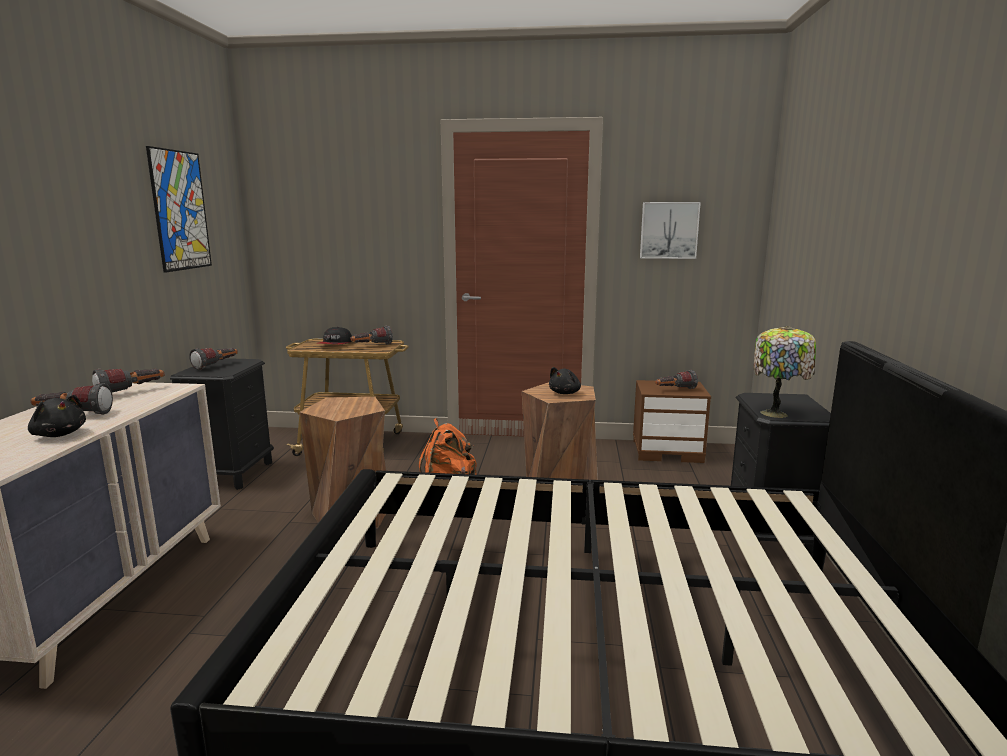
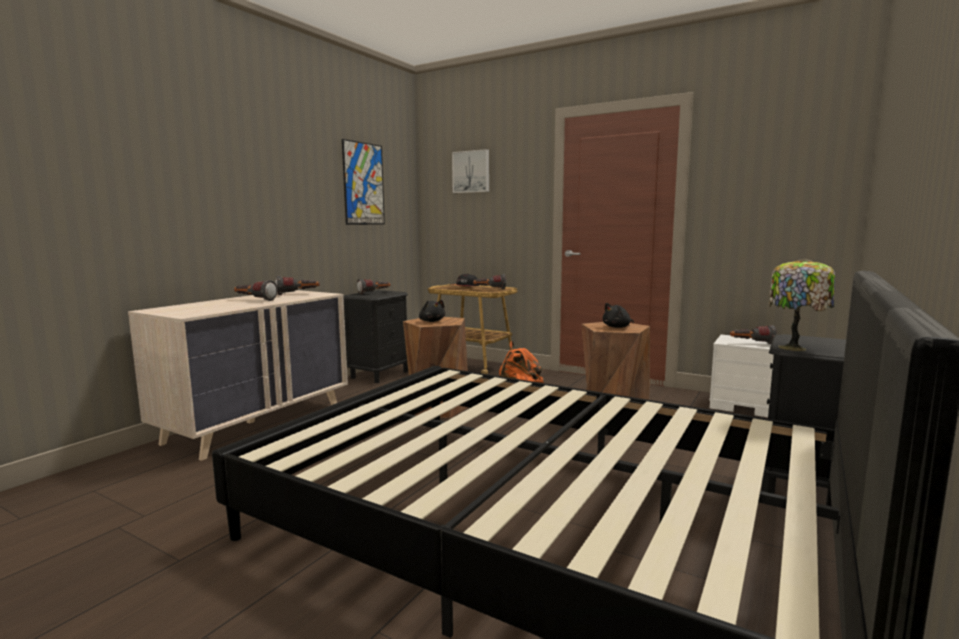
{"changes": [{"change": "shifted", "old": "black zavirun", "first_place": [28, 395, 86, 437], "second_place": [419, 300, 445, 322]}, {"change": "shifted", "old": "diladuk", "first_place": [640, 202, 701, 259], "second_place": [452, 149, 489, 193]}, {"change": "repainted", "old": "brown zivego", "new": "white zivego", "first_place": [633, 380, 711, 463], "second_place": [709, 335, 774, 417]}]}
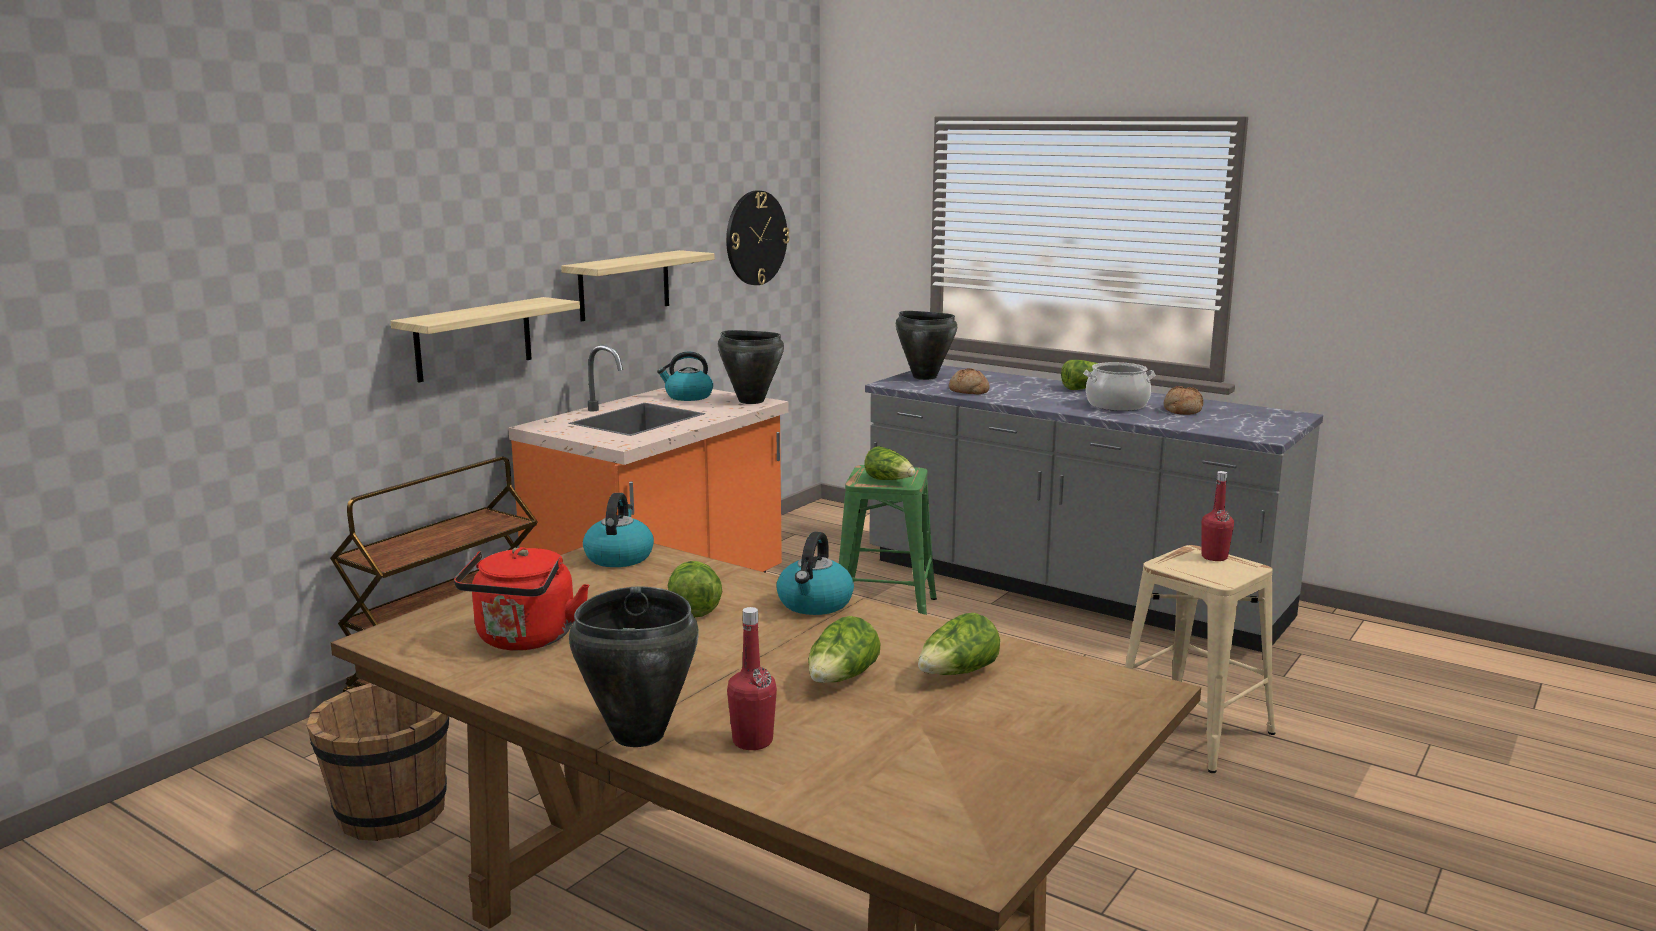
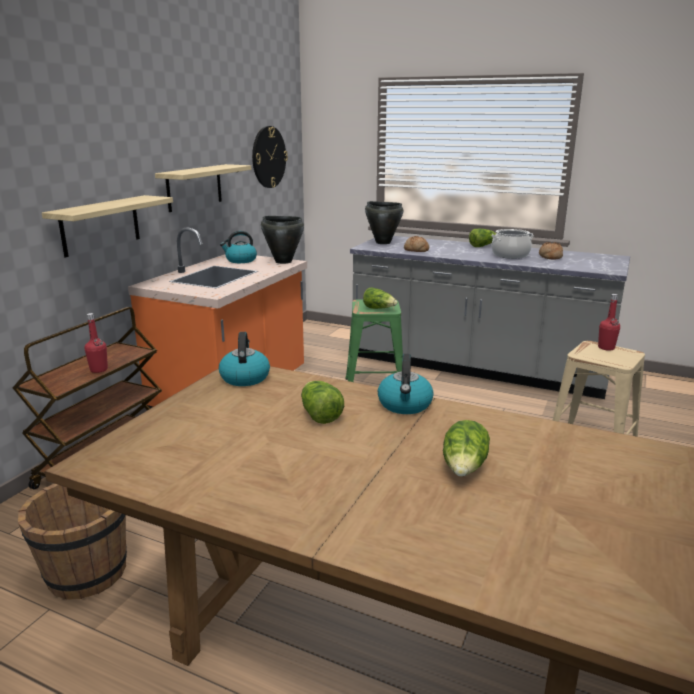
{"changes": [{"change": "gone", "old": "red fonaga", "first_place": [454, 547, 589, 650]}, {"change": "gone", "old": "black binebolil", "first_place": [569, 586, 699, 747]}, {"change": "gone", "old": "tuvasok", "first_place": [918, 613, 1000, 675]}, {"change": "shifted", "old": "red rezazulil", "first_place": [727, 607, 777, 750], "second_place": [84, 313, 108, 373]}]}
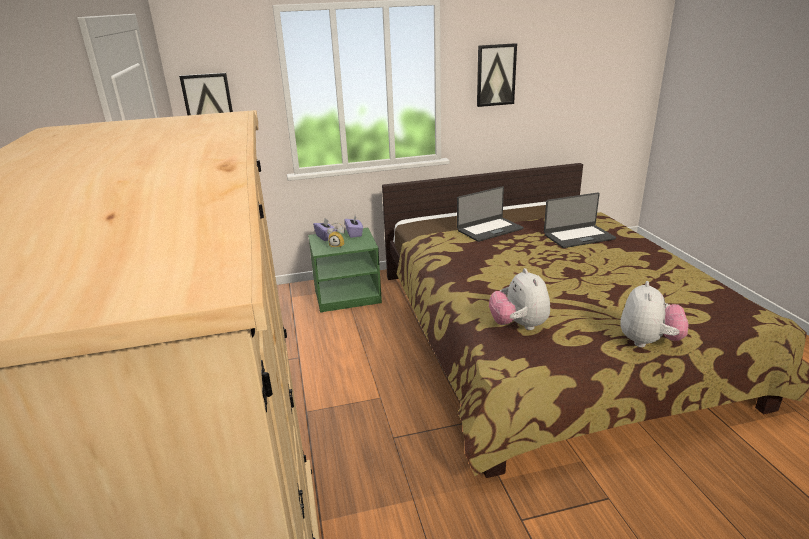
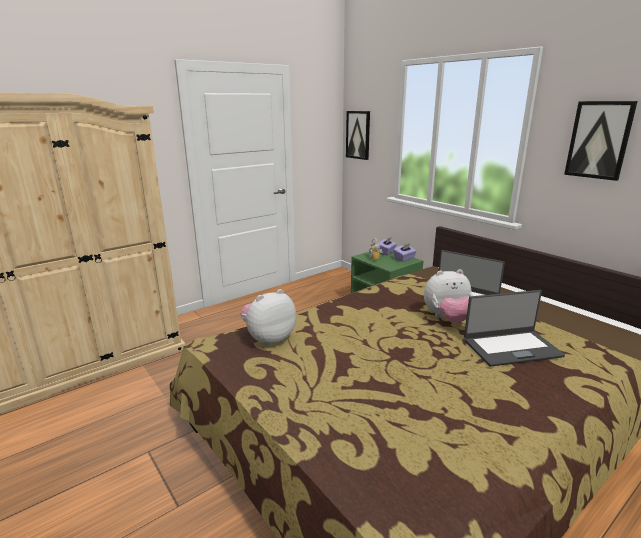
{"changes": [{"change": "shifted", "old": "zavirun", "first_place": [621, 281, 688, 347], "second_place": [424, 269, 473, 323]}, {"change": "rotated", "old": "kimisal", "first_place": [544, 193, 616, 248], "second_place": [464, 290, 565, 367], "degrees": -60}]}
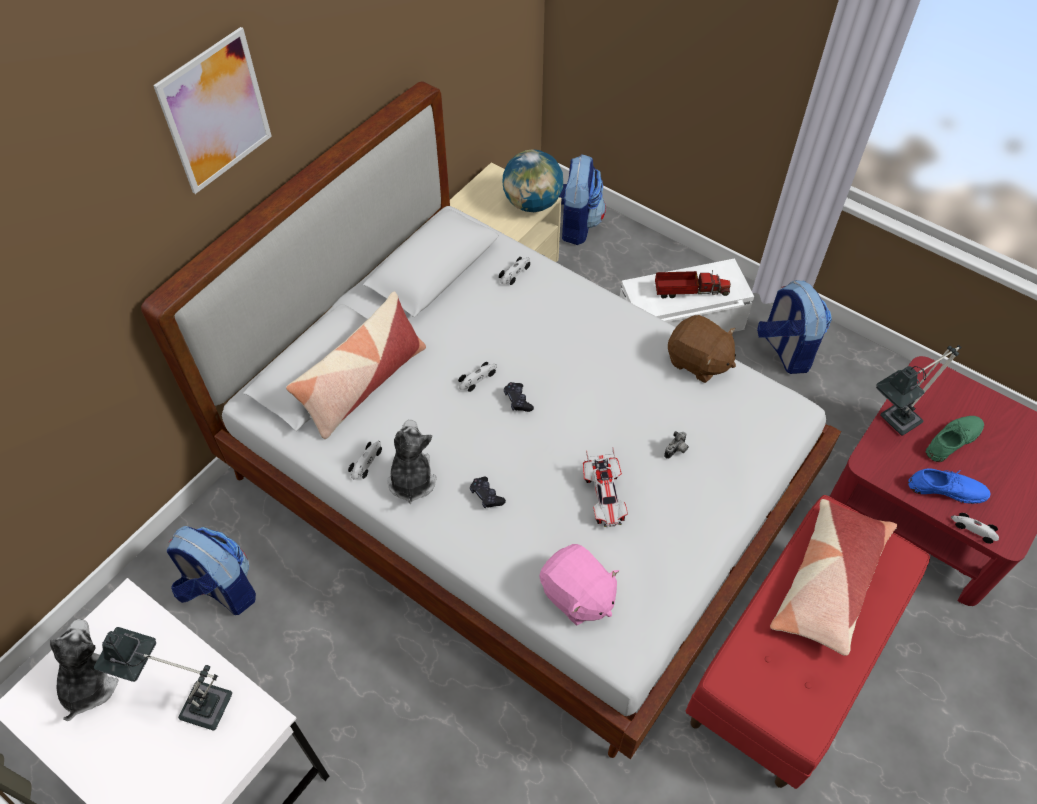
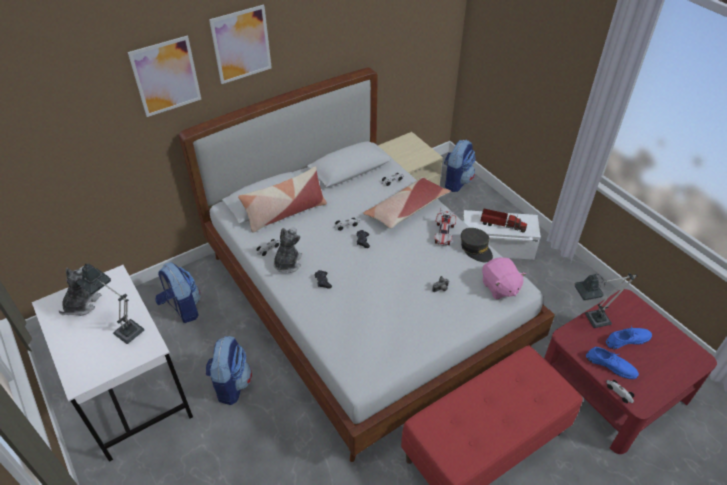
{"changes": [{"change": "gone", "old": "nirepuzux", "first_place": [502, 149, 563, 212]}, {"change": "new", "new": "diladuk", "second_place": [128, 36, 201, 117]}, {"change": "shifted", "old": "pink zavirun", "first_place": [539, 544, 619, 626], "second_place": [482, 257, 526, 299]}, {"change": "shifted", "old": "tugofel", "first_place": [583, 448, 628, 527], "second_place": [434, 207, 456, 246]}, {"change": "shifted", "old": "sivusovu", "first_place": [757, 280, 832, 374], "second_place": [205, 336, 252, 405]}, {"change": "shifted", "old": "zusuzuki", "first_place": [770, 499, 897, 656], "second_place": [363, 177, 451, 228]}, {"change": "swapped", "old": "brown zavirun", "new": "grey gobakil", "first_place": [668, 315, 736, 383], "second_place": [461, 228, 493, 262]}, {"change": "repainted", "old": "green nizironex", "new": "blue nizironex", "first_place": [926, 416, 984, 462], "second_place": [606, 327, 652, 349]}]}
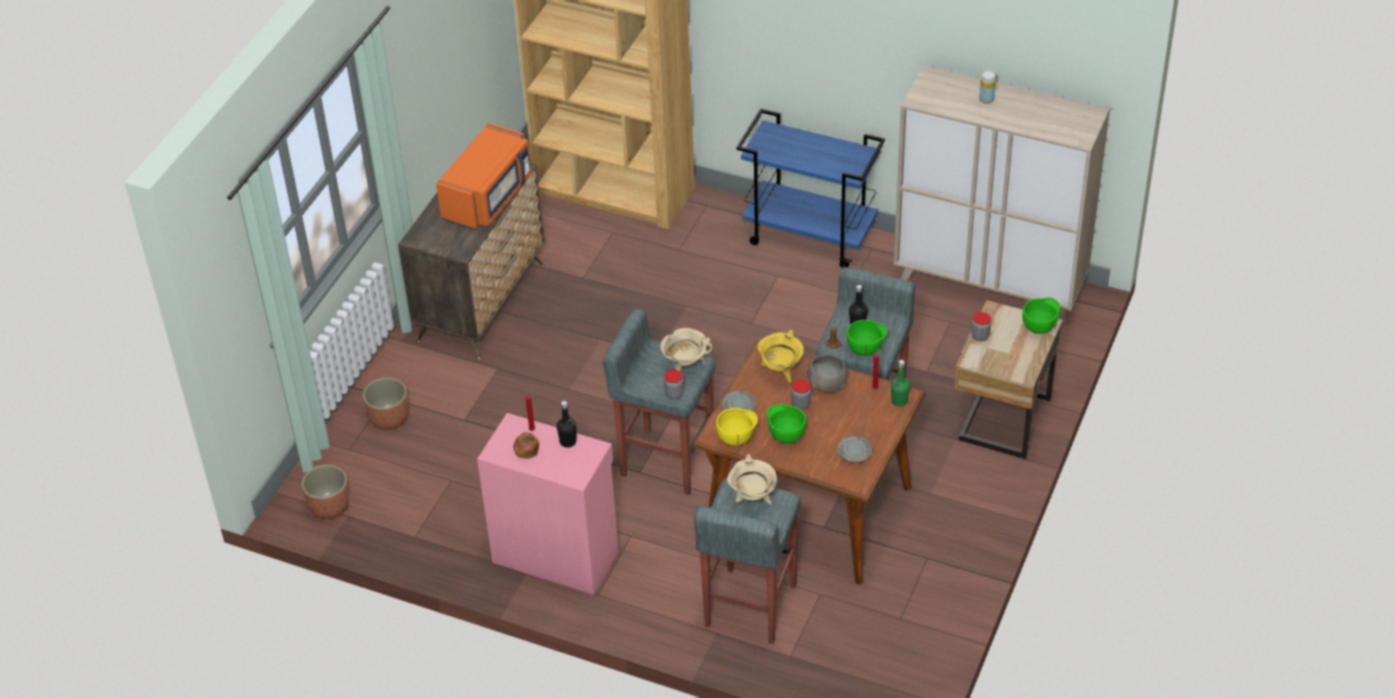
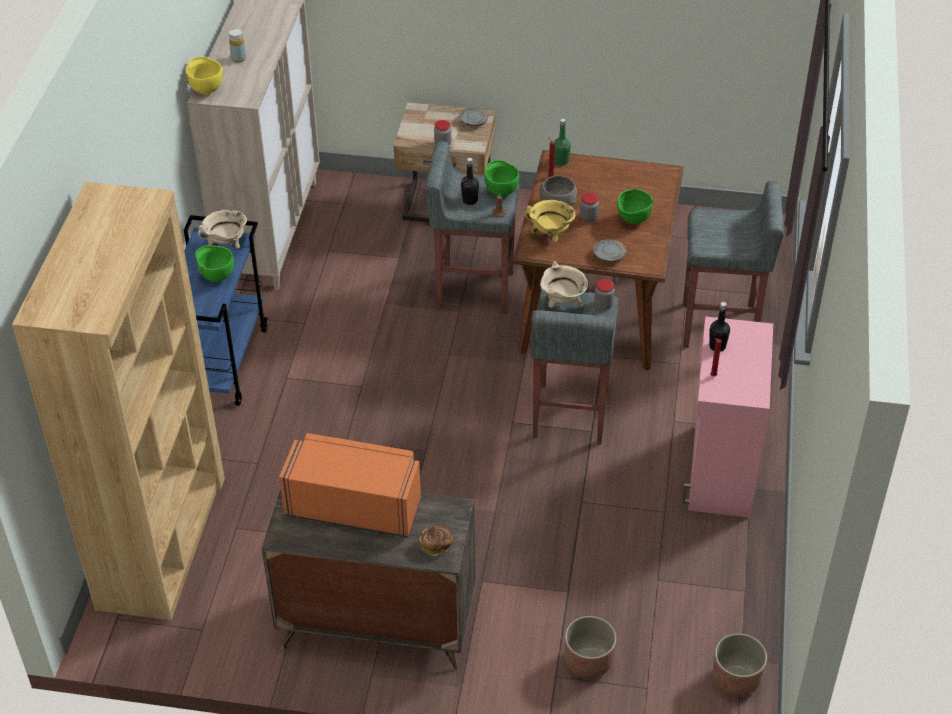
{"changes": [{"change": "shifted", "old": "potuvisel", "first_place": [513, 432, 539, 459], "second_place": [418, 525, 454, 556]}, {"change": "shifted", "old": "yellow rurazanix", "first_place": [716, 408, 758, 446], "second_place": [186, 56, 223, 95]}, {"change": "shifted", "old": "beige binebolil", "first_place": [727, 454, 777, 505], "second_place": [198, 209, 247, 249]}, {"change": "shifted", "old": "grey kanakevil", "first_place": [838, 436, 872, 463], "second_place": [459, 107, 489, 127]}, {"change": "shifted", "old": "green rurazanix", "first_place": [1022, 298, 1061, 334], "second_place": [195, 245, 234, 282]}]}
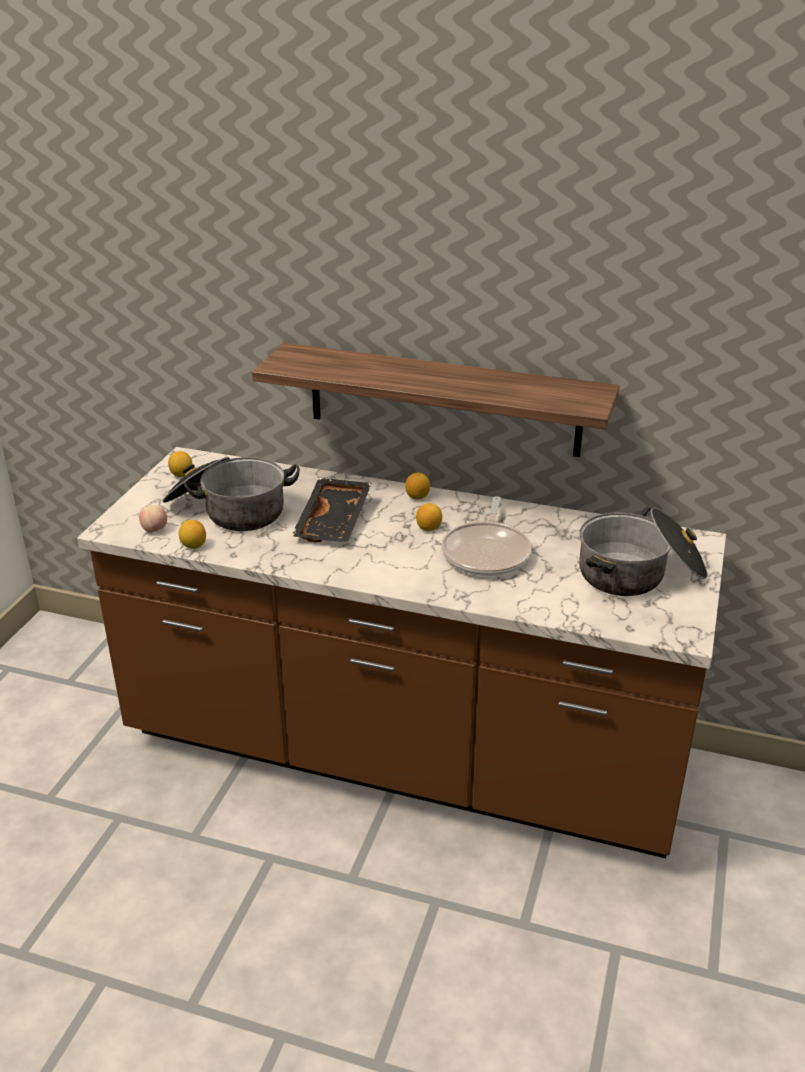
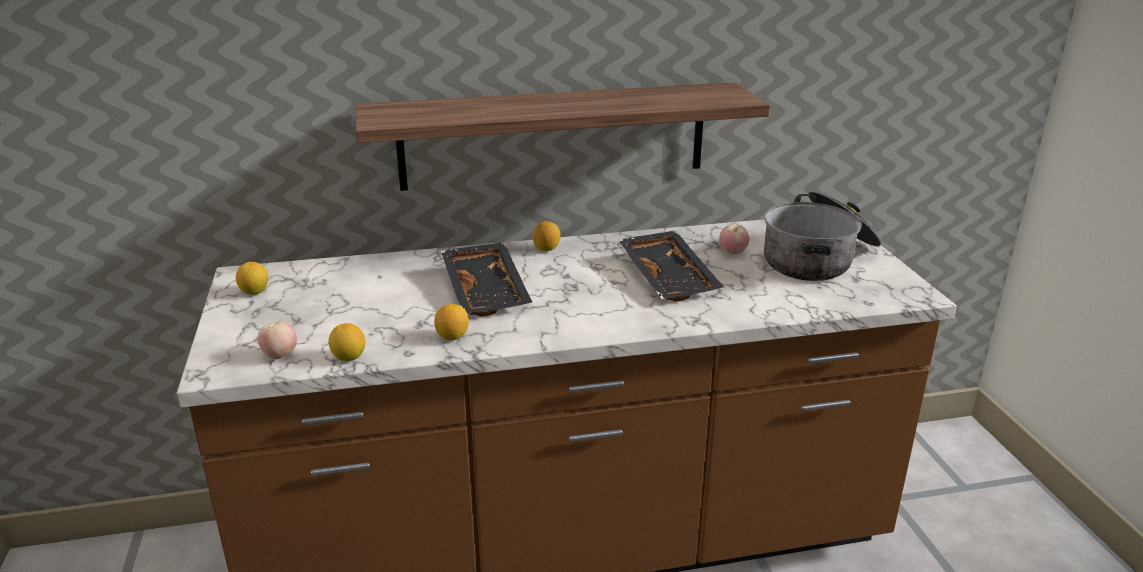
{"changes": [{"change": "gone", "old": "binebolil", "first_place": [162, 457, 300, 531]}, {"change": "new", "new": "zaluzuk", "second_place": [719, 224, 749, 254]}, {"change": "shifted", "old": "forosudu", "first_place": [416, 503, 442, 531], "second_place": [434, 304, 469, 340]}, {"change": "swapped", "old": "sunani", "new": "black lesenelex", "first_place": [441, 496, 532, 576], "second_place": [619, 230, 724, 302]}]}
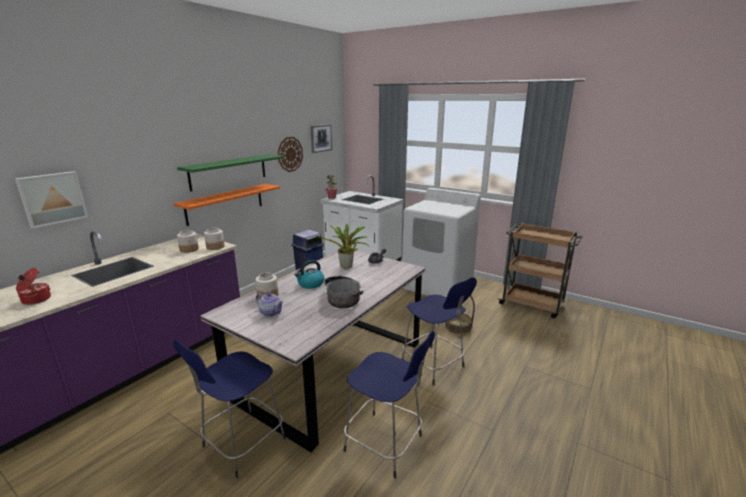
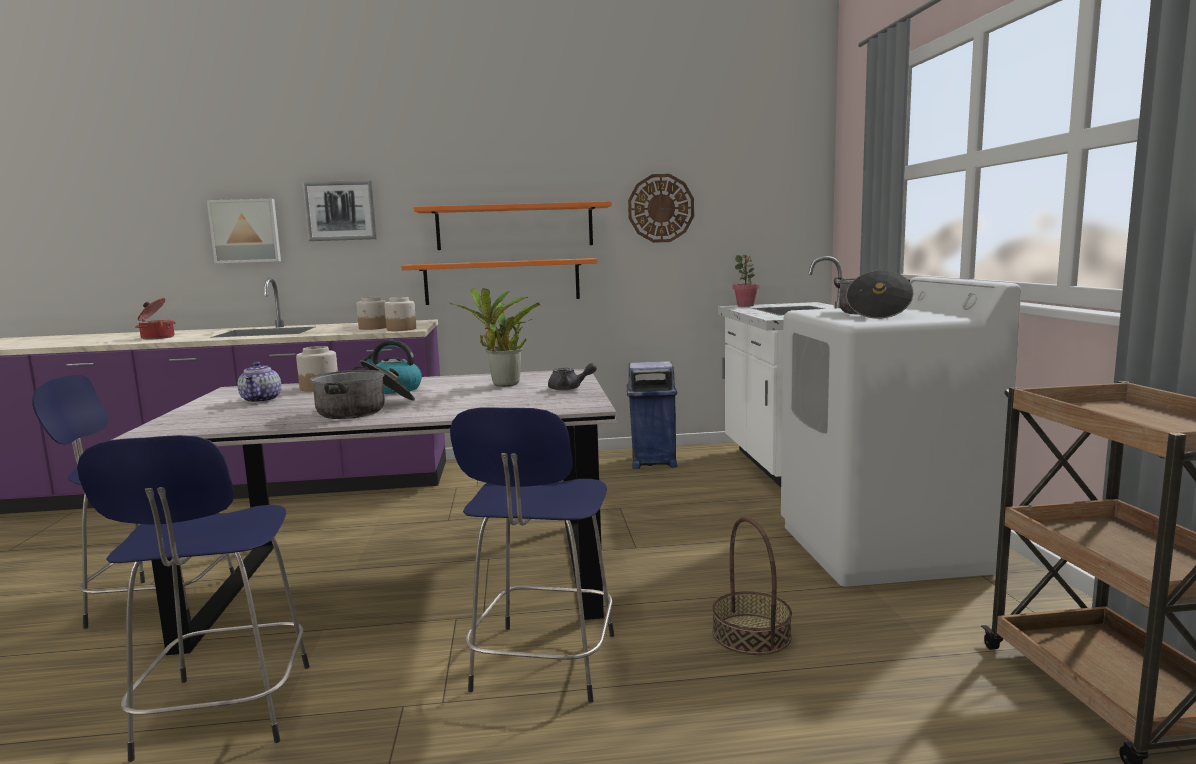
{"changes": [{"change": "new", "new": "binebolil", "second_place": [834, 270, 913, 319]}, {"change": "shifted", "old": "diladuk", "first_place": [310, 124, 332, 153], "second_place": [302, 180, 377, 241]}, {"change": "repainted", "old": "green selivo", "new": "orange selivo", "first_place": [177, 154, 284, 192], "second_place": [414, 201, 612, 250]}]}
